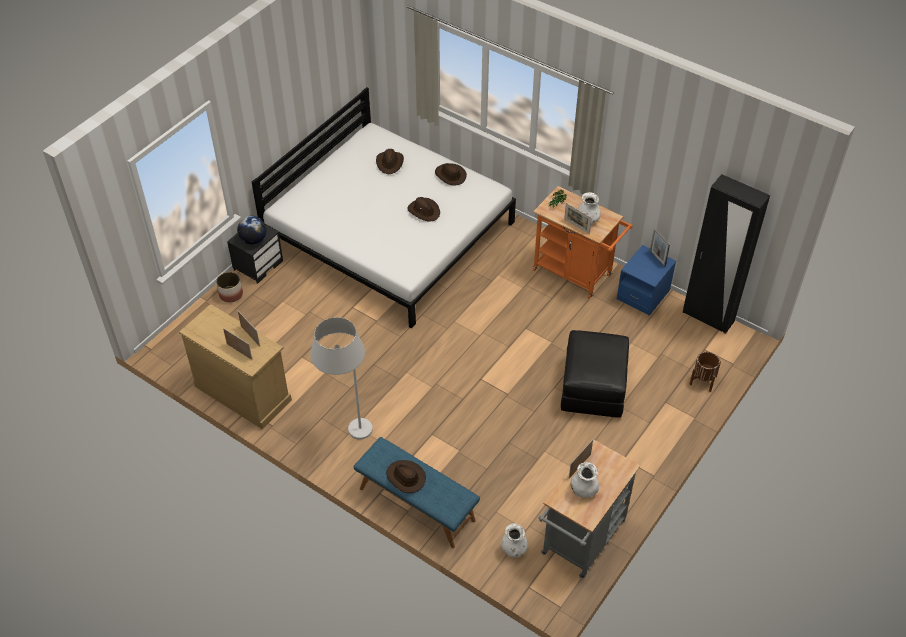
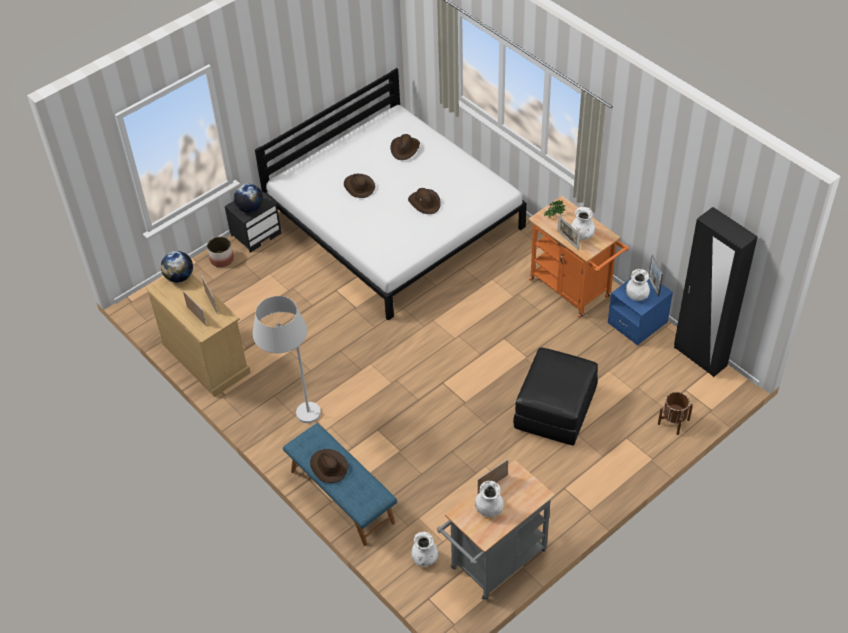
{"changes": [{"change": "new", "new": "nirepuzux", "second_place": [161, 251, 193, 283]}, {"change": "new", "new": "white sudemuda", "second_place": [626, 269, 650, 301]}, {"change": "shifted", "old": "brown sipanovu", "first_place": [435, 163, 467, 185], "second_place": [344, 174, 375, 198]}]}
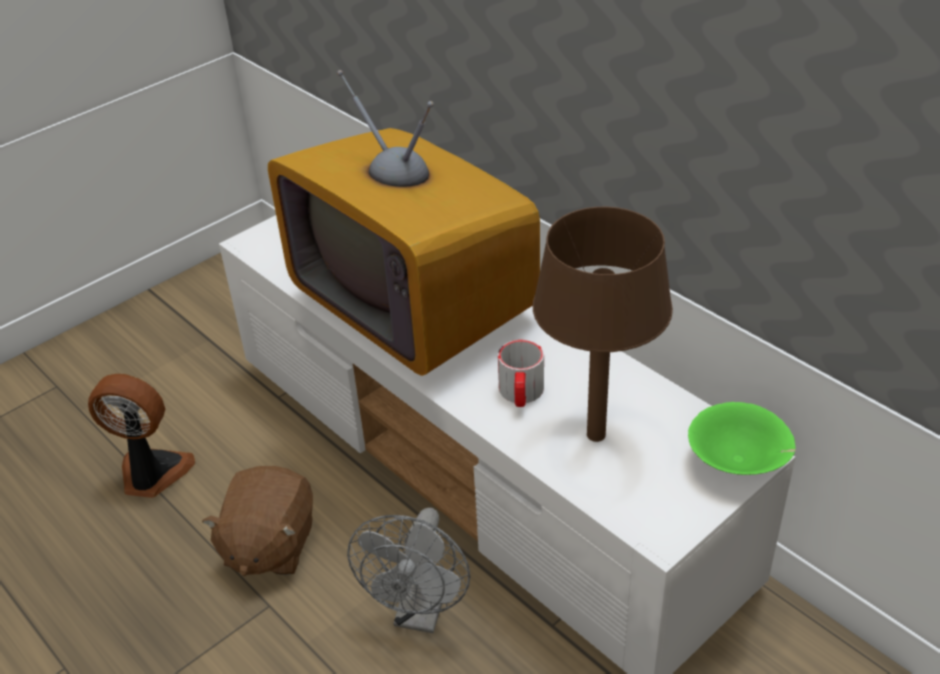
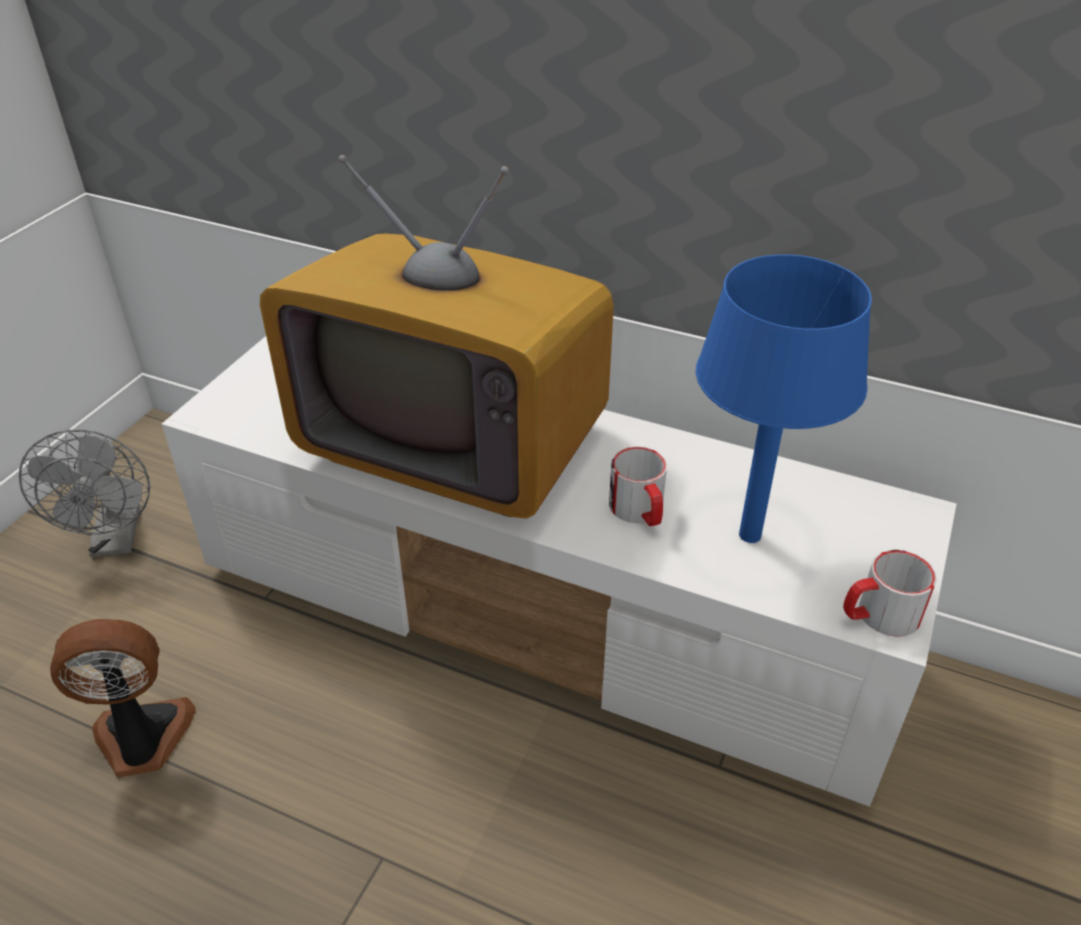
{"changes": [{"change": "gone", "old": "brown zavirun", "first_place": [202, 466, 313, 576]}, {"change": "gone", "old": "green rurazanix", "first_place": [688, 402, 796, 475]}, {"change": "new", "new": "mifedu", "second_place": [843, 550, 937, 637]}, {"change": "shifted", "old": "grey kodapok", "first_place": [347, 508, 470, 633], "second_place": [19, 430, 150, 557]}, {"change": "repainted", "old": "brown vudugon", "new": "blue vudugon", "first_place": [533, 207, 673, 442], "second_place": [696, 254, 872, 543]}]}
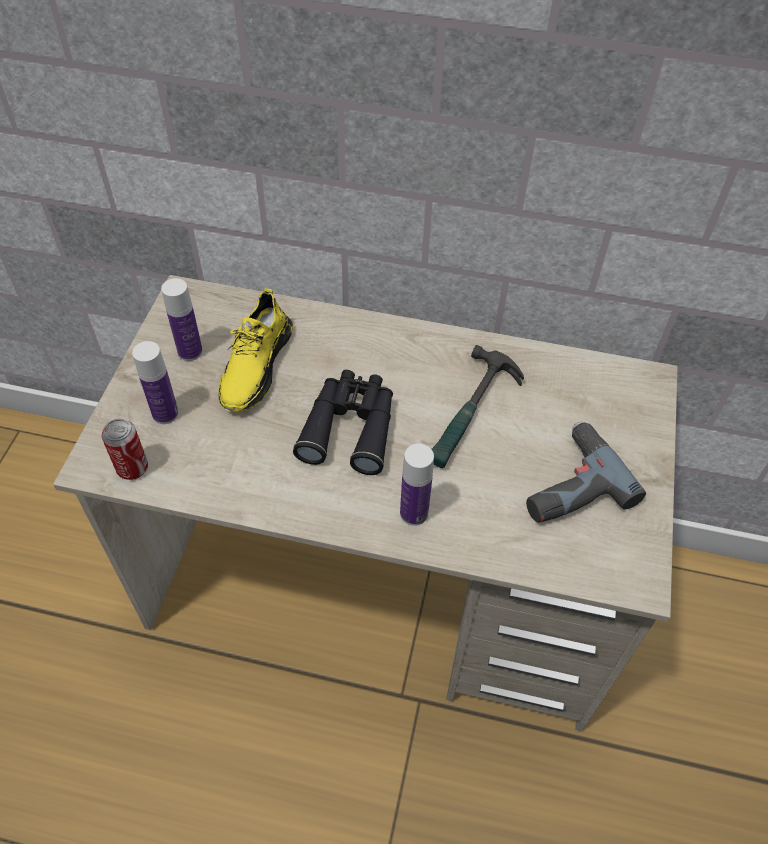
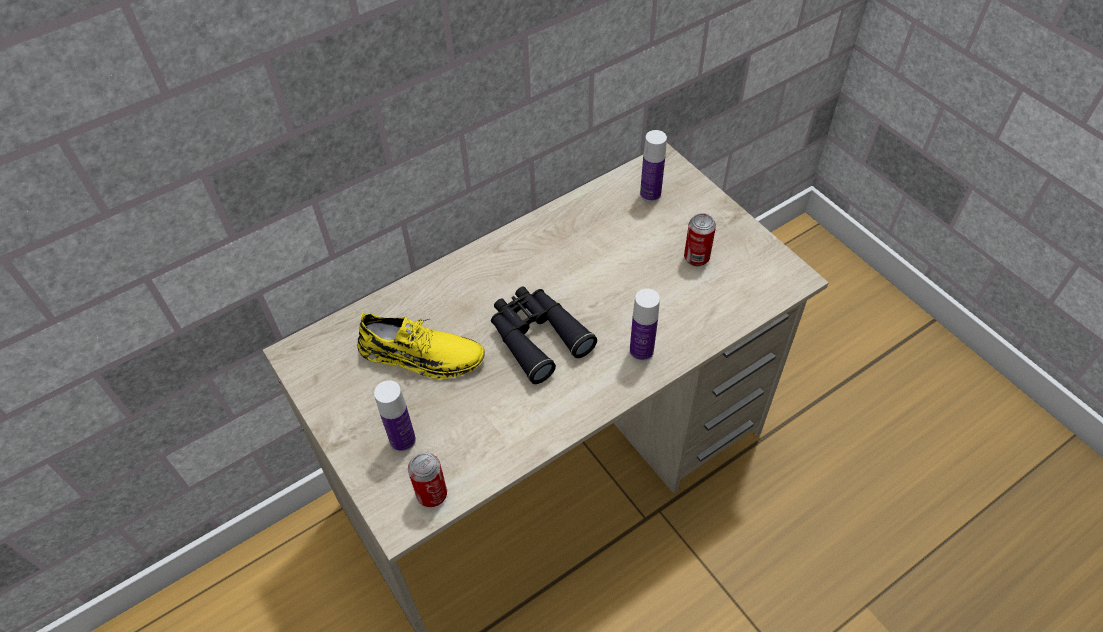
{"changes": [{"change": "gone", "old": "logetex", "first_place": [432, 345, 524, 468]}, {"change": "shifted", "old": "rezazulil", "first_place": [161, 278, 203, 361], "second_place": [640, 130, 667, 202]}, {"change": "swapped", "old": "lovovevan", "new": "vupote", "first_place": [526, 422, 646, 523], "second_place": [684, 213, 716, 266]}, {"change": "rotated", "old": "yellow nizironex", "first_place": [218, 288, 293, 413], "second_place": [357, 312, 485, 379], "degrees": -45}]}
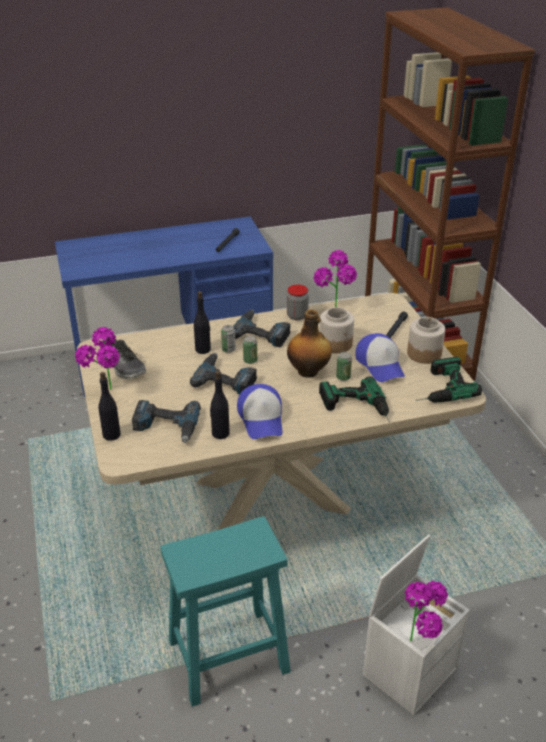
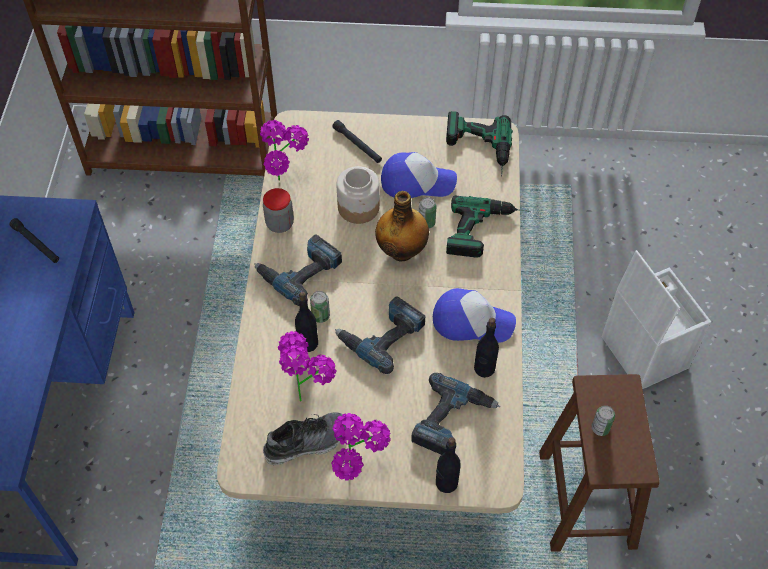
{"changes": [{"change": "gone", "old": "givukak", "first_place": [407, 317, 445, 364]}, {"change": "shifted", "old": "vupote", "first_place": [243, 335, 257, 364], "second_place": [592, 405, 615, 436]}, {"change": "shifted", "old": "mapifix", "first_place": [405, 581, 448, 642], "second_place": [278, 331, 336, 401]}, {"change": "repainted", "old": "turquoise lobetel", "new": "brown lobetel", "first_place": [160, 516, 291, 707], "second_place": [539, 374, 659, 552]}]}
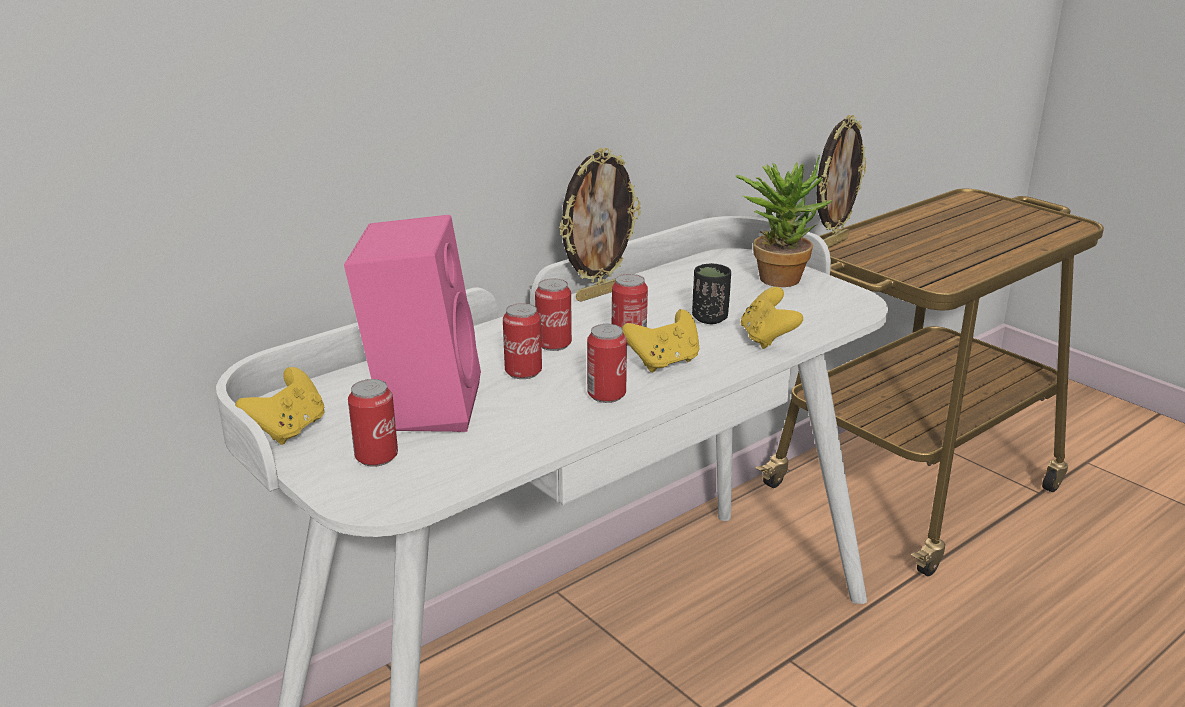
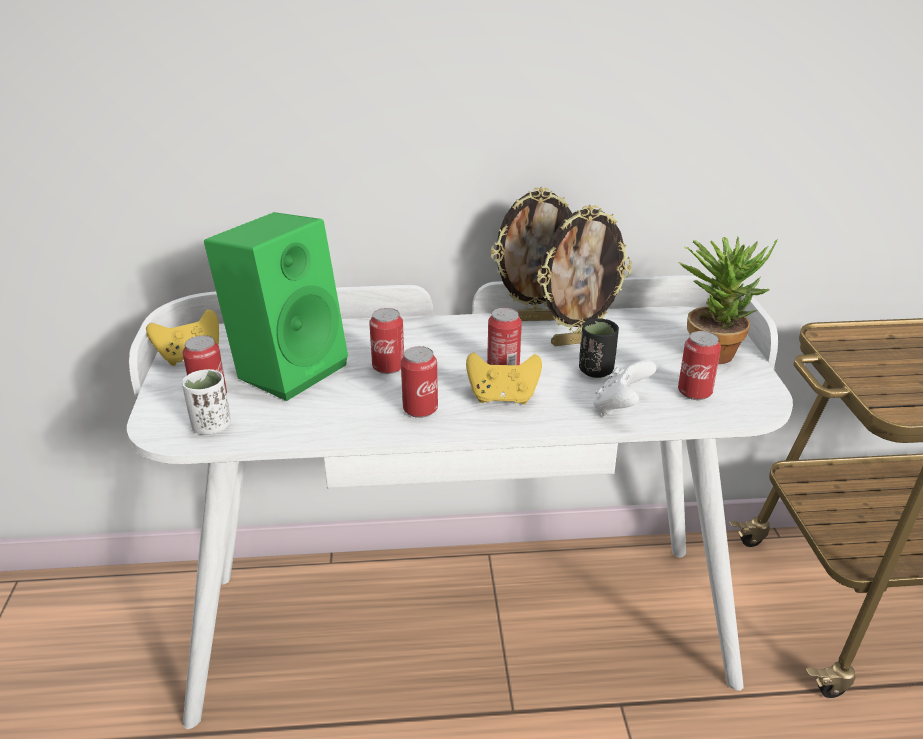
{"changes": [{"change": "new", "new": "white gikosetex", "second_place": [182, 369, 231, 435]}, {"change": "shifted", "old": "vupote", "first_place": [535, 279, 572, 351], "second_place": [678, 331, 721, 400]}, {"change": "shifted", "old": "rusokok", "first_place": [816, 115, 866, 248], "second_place": [537, 205, 632, 346]}, {"change": "repainted", "old": "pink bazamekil", "new": "green bazamekil", "first_place": [344, 215, 481, 432], "second_place": [204, 212, 348, 401]}, {"change": "repainted", "old": "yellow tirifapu", "new": "white tirifapu", "first_place": [741, 287, 803, 349], "second_place": [594, 360, 657, 416]}]}
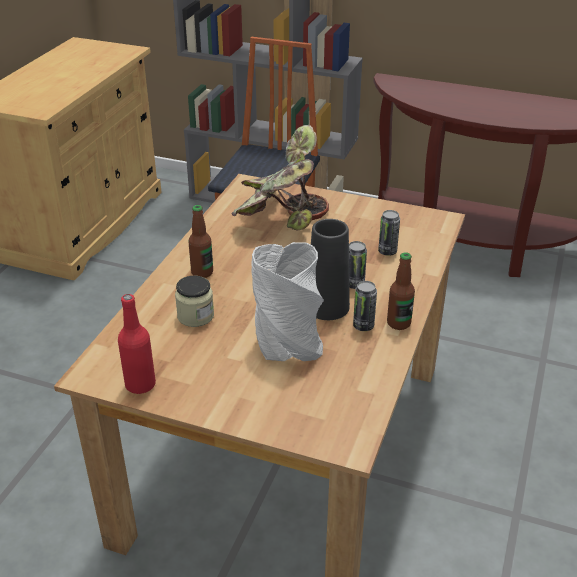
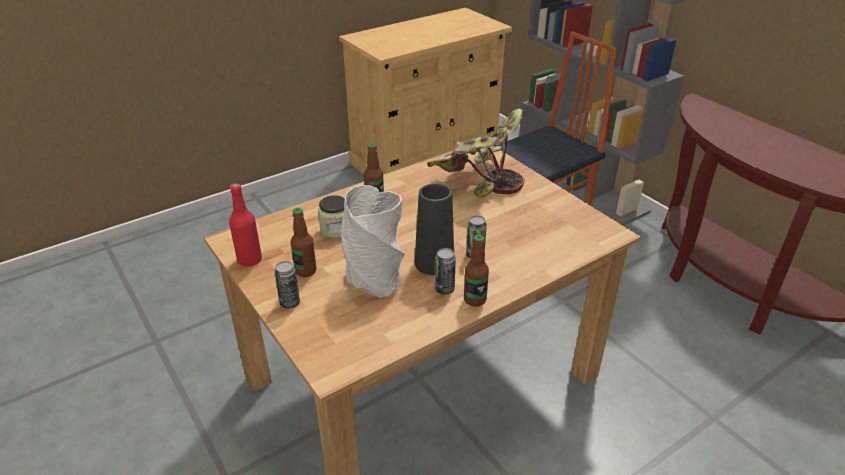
{"changes": [{"change": "new", "new": "rezazulil", "second_place": [290, 207, 316, 277]}, {"change": "shifted", "old": "vupote", "first_place": [378, 210, 400, 256], "second_place": [274, 261, 300, 308]}]}
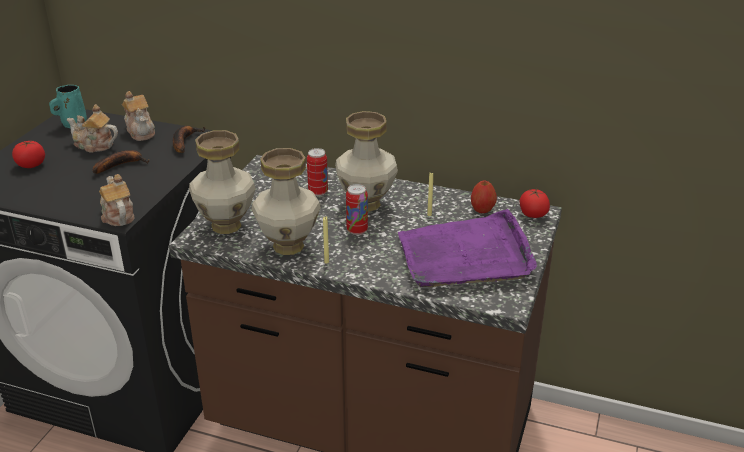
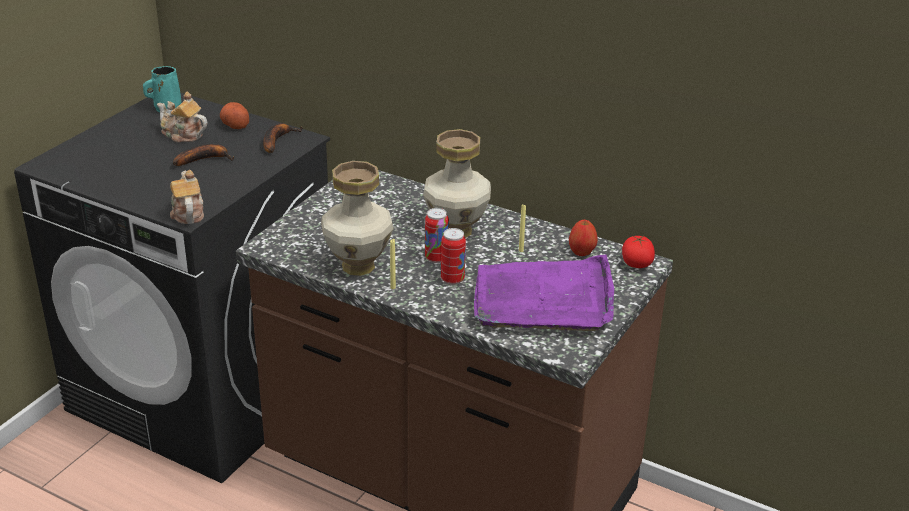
{"changes": [{"change": "gone", "old": "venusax", "first_place": [12, 140, 45, 168]}, {"change": "gone", "old": "sudemuda", "first_place": [189, 130, 256, 234]}, {"change": "shifted", "old": "vupote", "first_place": [307, 148, 328, 196], "second_place": [441, 228, 466, 285]}, {"change": "swapped", "old": "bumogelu", "new": "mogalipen", "first_place": [122, 91, 155, 141], "second_place": [220, 102, 249, 129]}]}
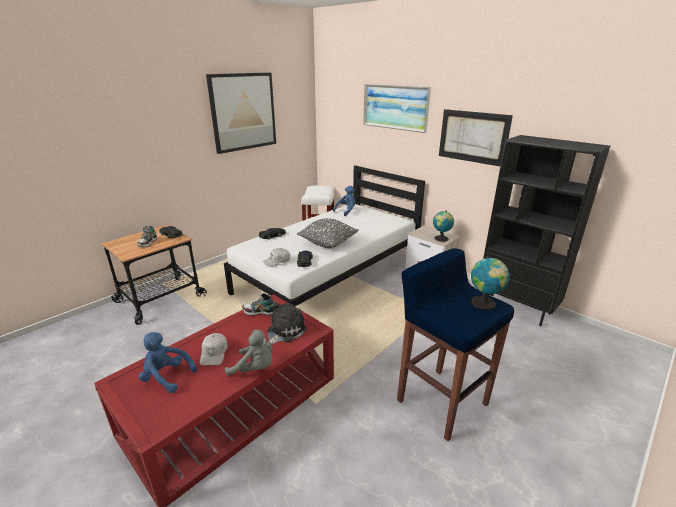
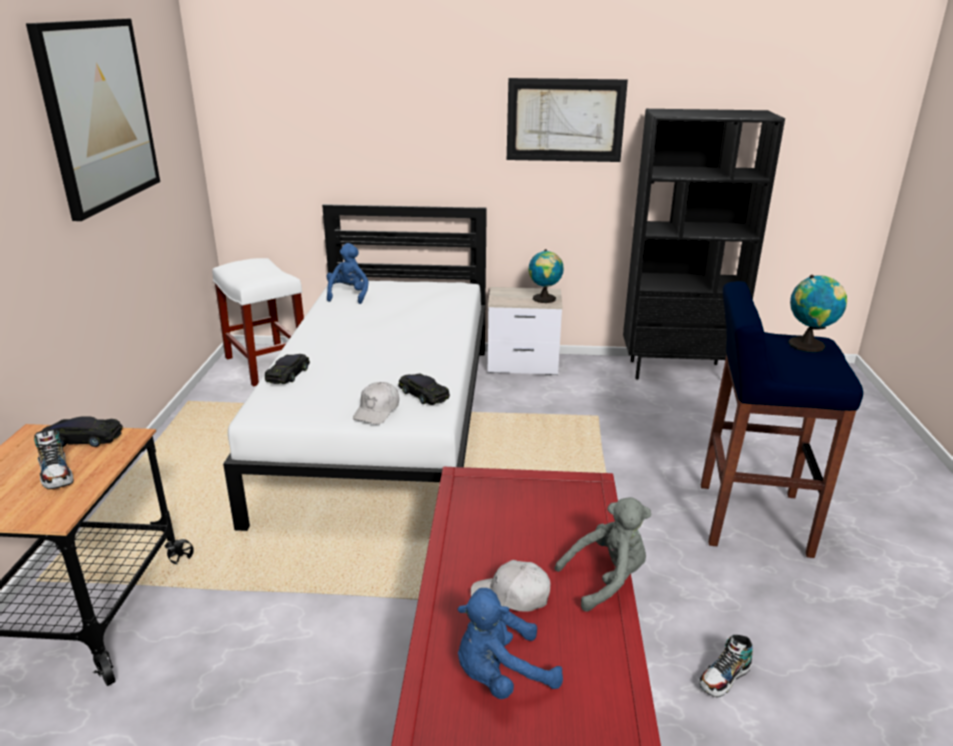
{"changes": [{"change": "gone", "old": "zavirun", "first_place": [267, 302, 307, 344]}, {"change": "gone", "old": "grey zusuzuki", "first_place": [297, 218, 359, 248]}, {"change": "gone", "old": "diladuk", "first_place": [363, 84, 431, 133]}, {"change": "shifted", "old": "nizironex", "first_place": [242, 293, 276, 316], "second_place": [699, 635, 753, 697]}, {"change": "rotated", "old": "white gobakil", "first_place": [200, 333, 228, 366], "second_place": [471, 560, 550, 612], "degrees": 135}]}
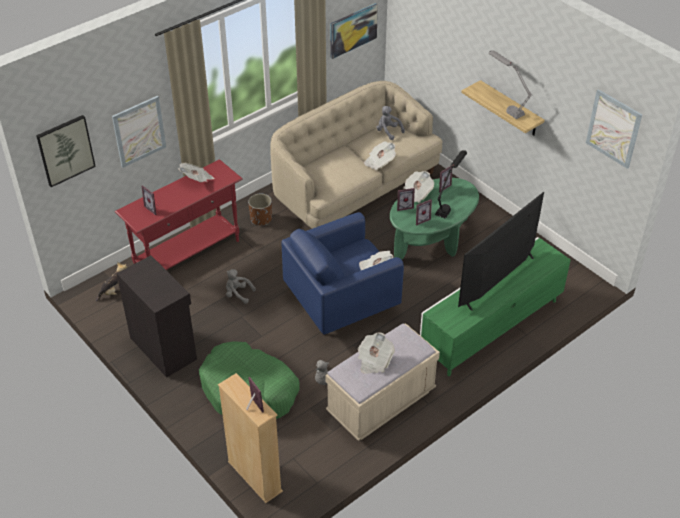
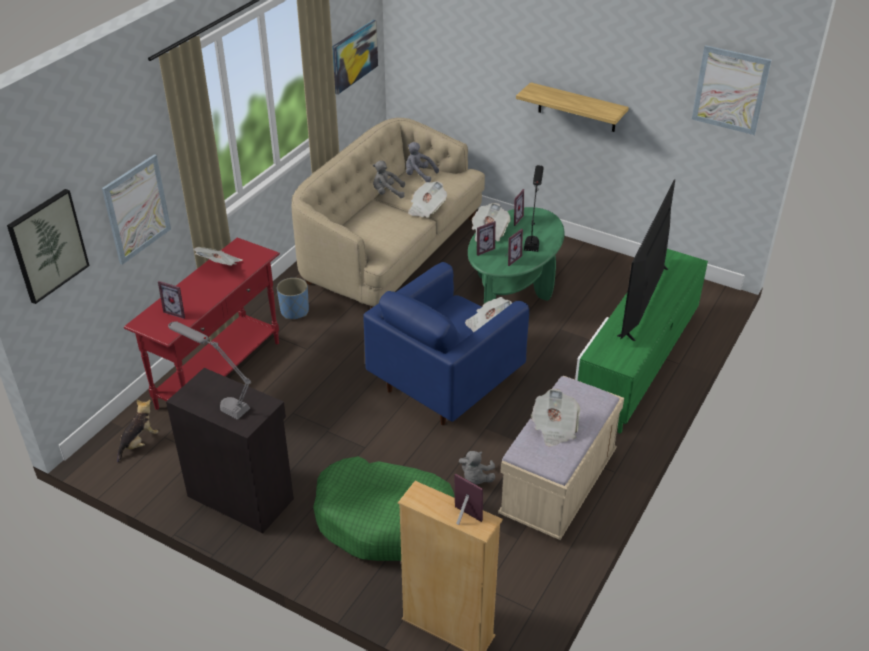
{"changes": [{"change": "shifted", "old": "grey zavirun", "first_place": [226, 269, 256, 304], "second_place": [373, 161, 405, 198]}, {"change": "shifted", "old": "grey vudugon", "first_place": [489, 51, 532, 119], "second_place": [168, 321, 251, 420]}, {"change": "repainted", "old": "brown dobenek", "new": "blue dobenek", "first_place": [248, 194, 272, 225], "second_place": [277, 278, 309, 319]}]}
